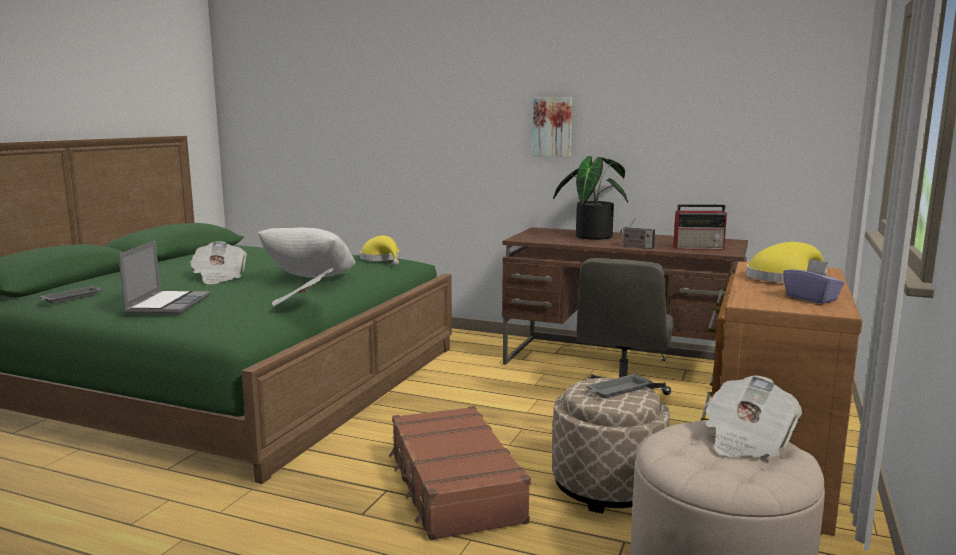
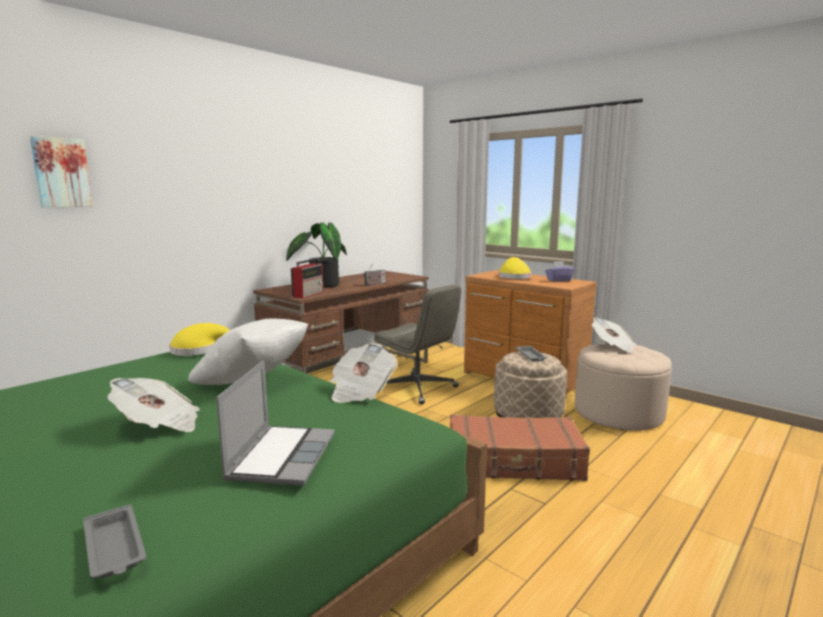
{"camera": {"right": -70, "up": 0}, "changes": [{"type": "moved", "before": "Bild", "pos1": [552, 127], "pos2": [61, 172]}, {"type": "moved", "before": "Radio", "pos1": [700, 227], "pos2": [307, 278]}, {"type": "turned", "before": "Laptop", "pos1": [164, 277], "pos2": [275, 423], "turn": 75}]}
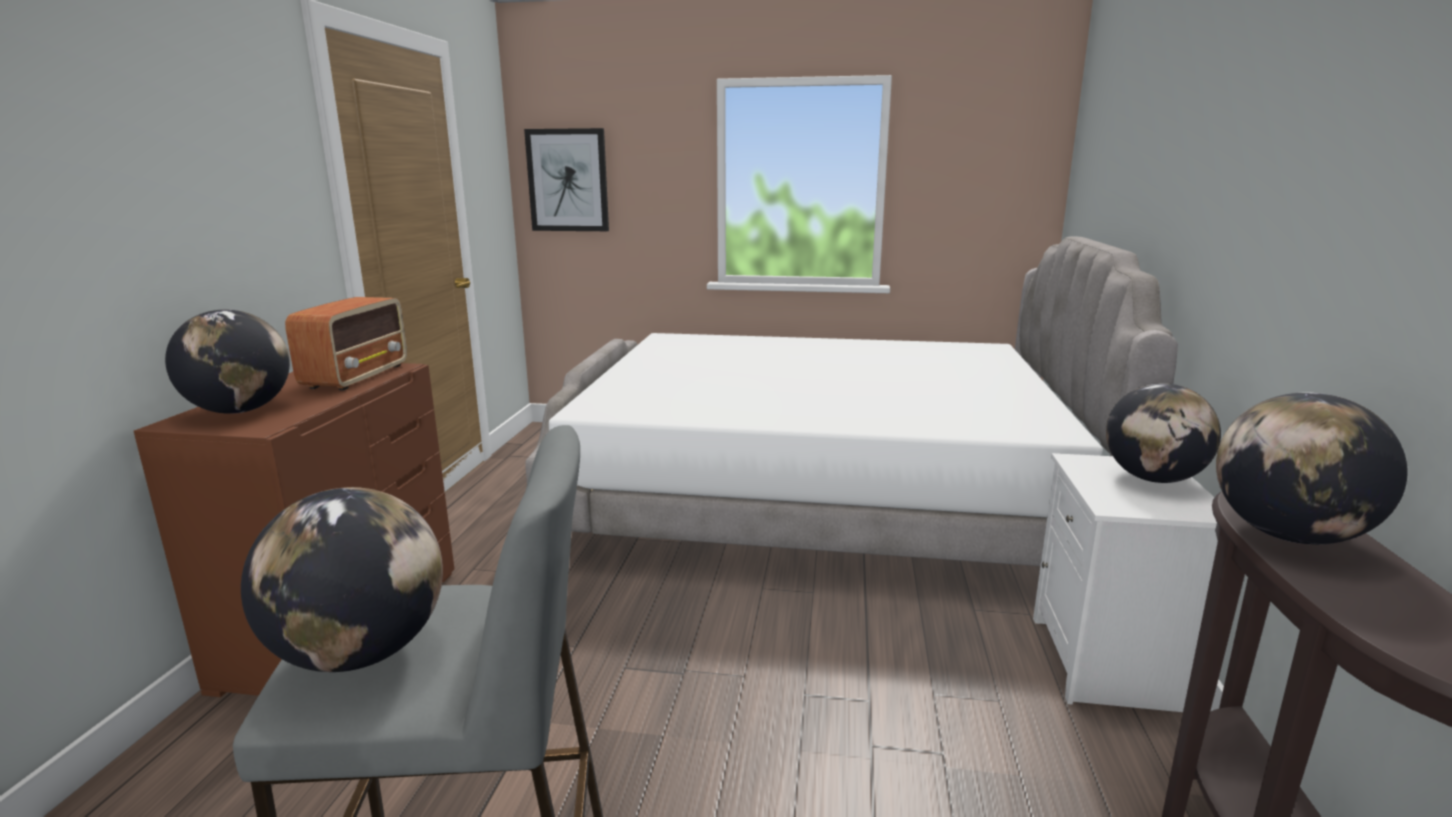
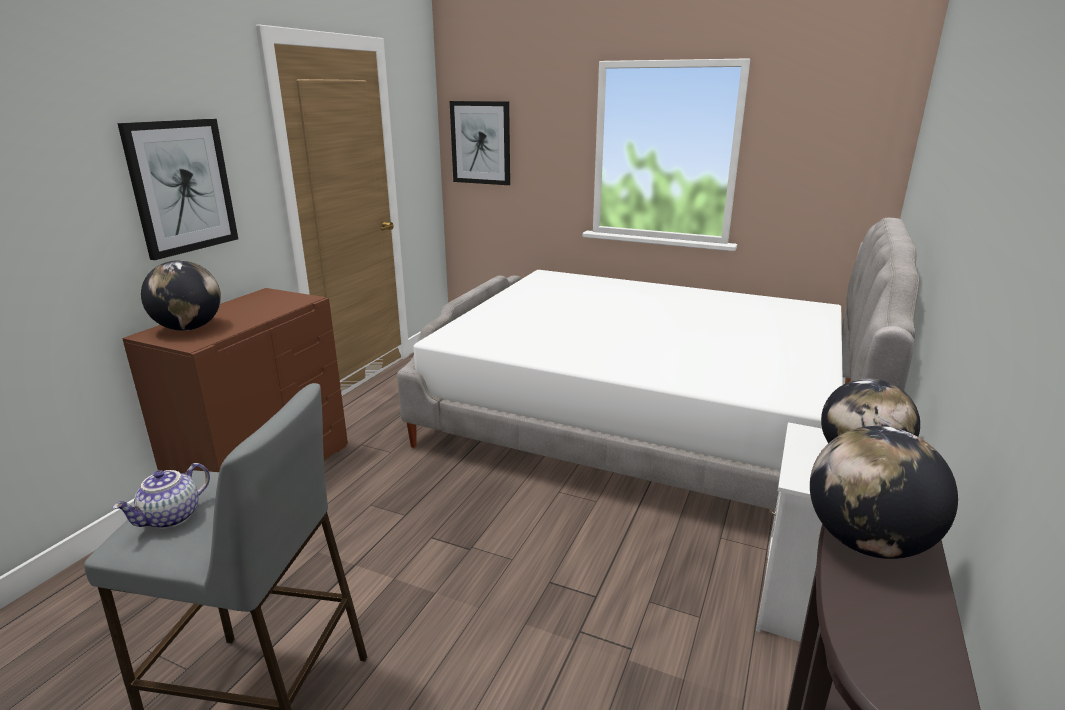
{"camera": {"right": 15, "up": 5}, "changes": [{"type": "removed", "before": "Radio", "pos1": [346, 344]}, {"type": "replaced", "before": "Globus", "after": "Teekanne", "pos1": [342, 579], "pos2": [161, 496]}, {"type": "added", "after": "Bild", "pos2": [177, 189]}]}
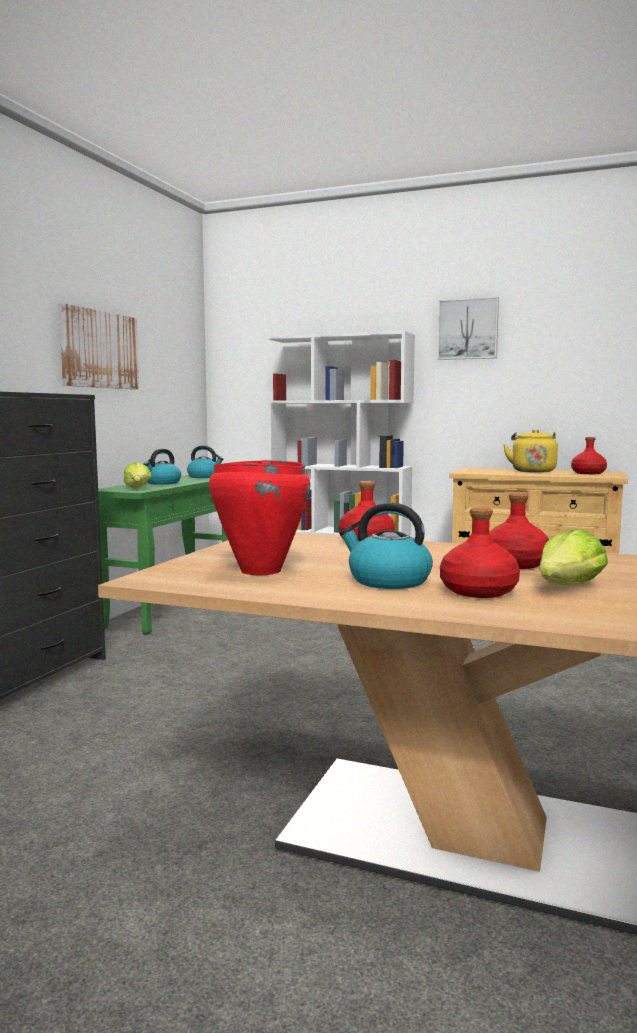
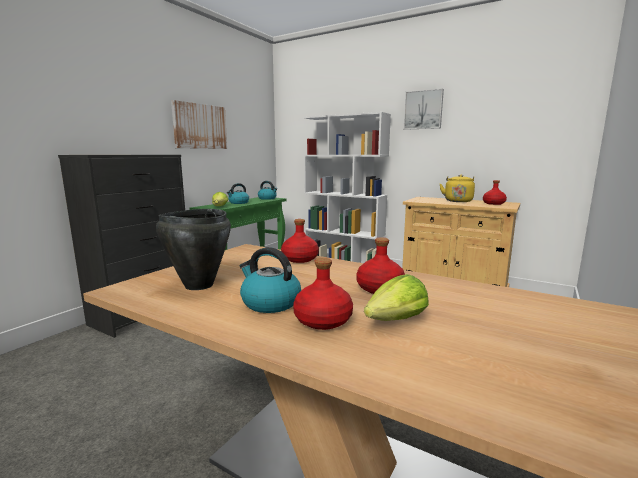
{"camera": {"right": 10, "up": 5}, "changes": [{"type": "recoloured", "before": "Kochtopf (rot)", "after": "Kochtopf (schwarz)", "pos1": [260, 518], "pos2": [193, 249]}]}
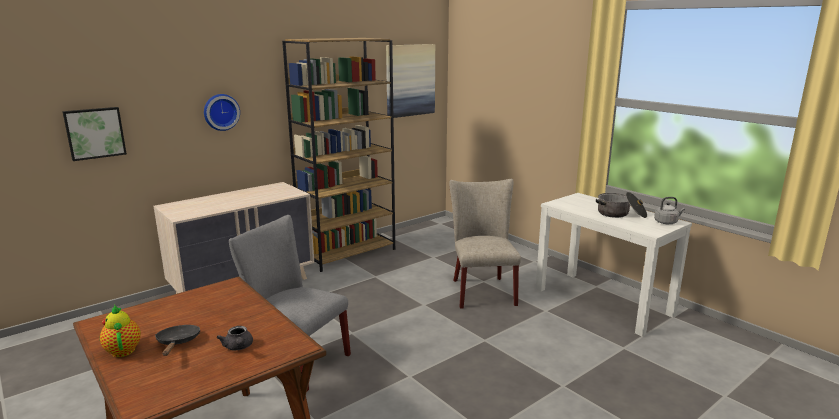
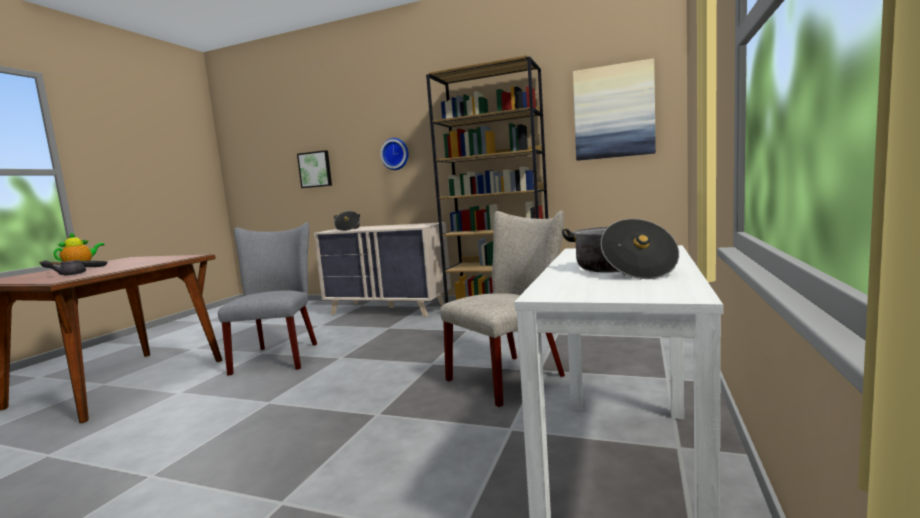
{"camera": {"right": 60, "up": -10}, "changes": [{"type": "removed", "before": "Wasserkessel (grau)", "pos1": [669, 210]}, {"type": "added", "after": "Kochtopf", "pos2": [346, 221]}]}
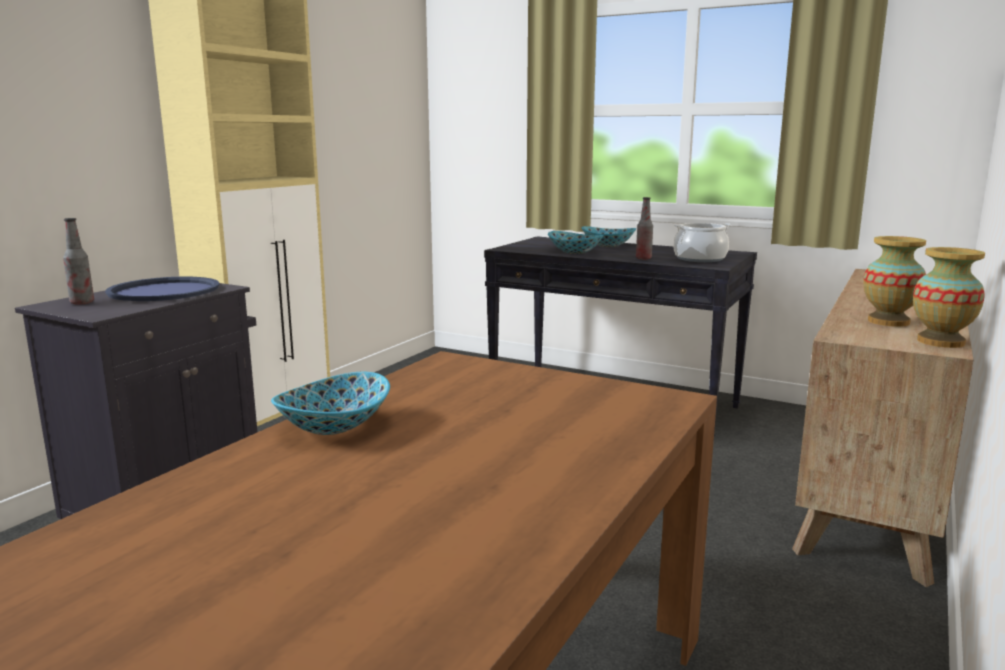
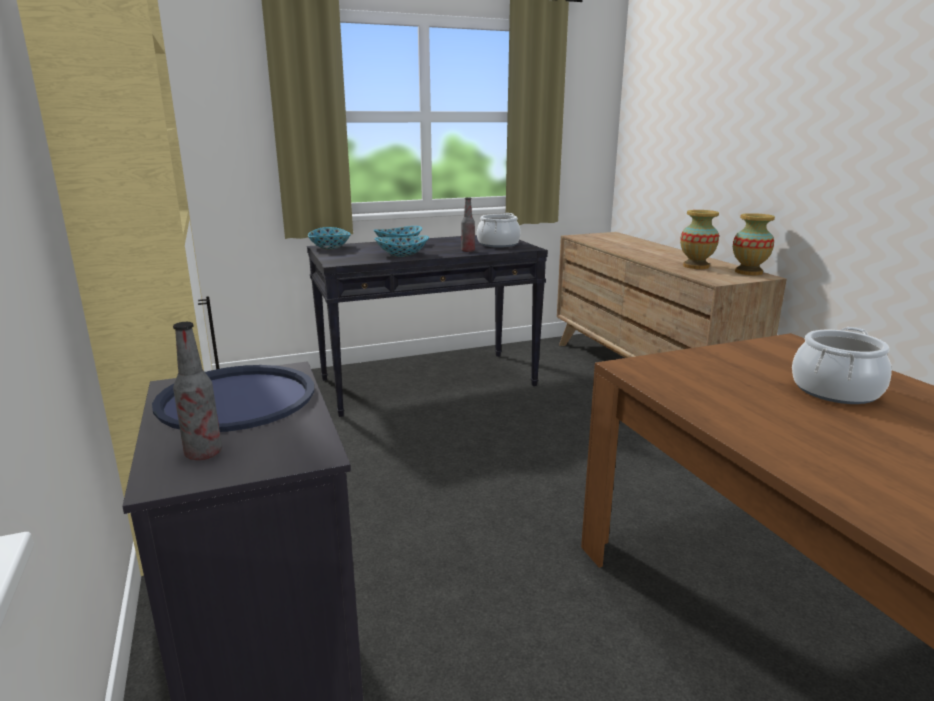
{"camera": {"right": -50, "up": 5}, "changes": [{"type": "moved", "before": "Schüssel", "pos1": [330, 403], "pos2": [329, 238]}, {"type": "added", "after": "Kochtopf", "pos2": [842, 365]}]}
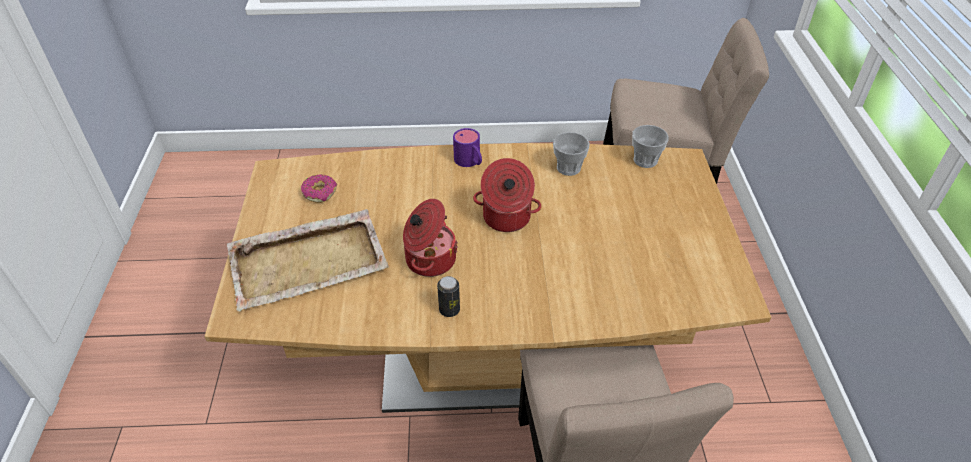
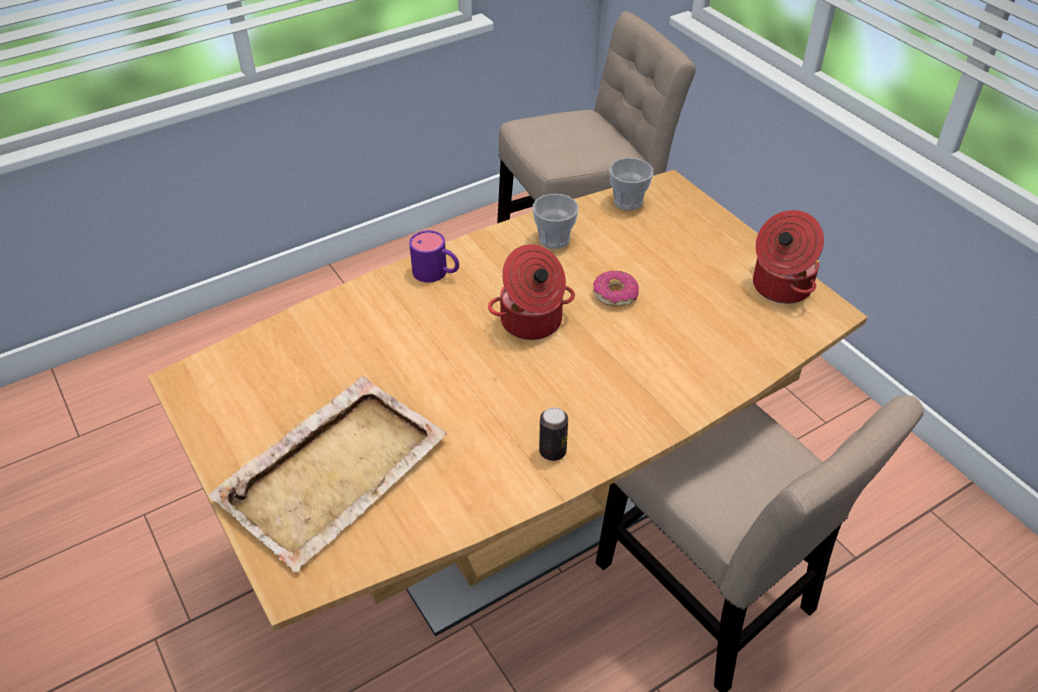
{"camera": {"right": -30, "up": 0}, "changes": [{"type": "moved", "before": "Donut", "pos1": [319, 188], "pos2": [616, 288]}, {"type": "moved", "before": "Kochtopf", "pos1": [430, 238], "pos2": [788, 257]}]}
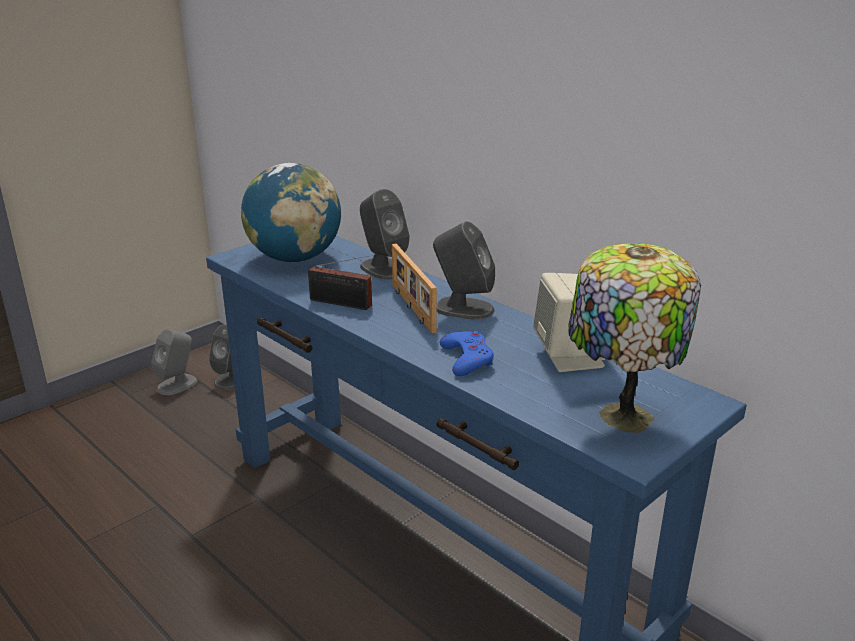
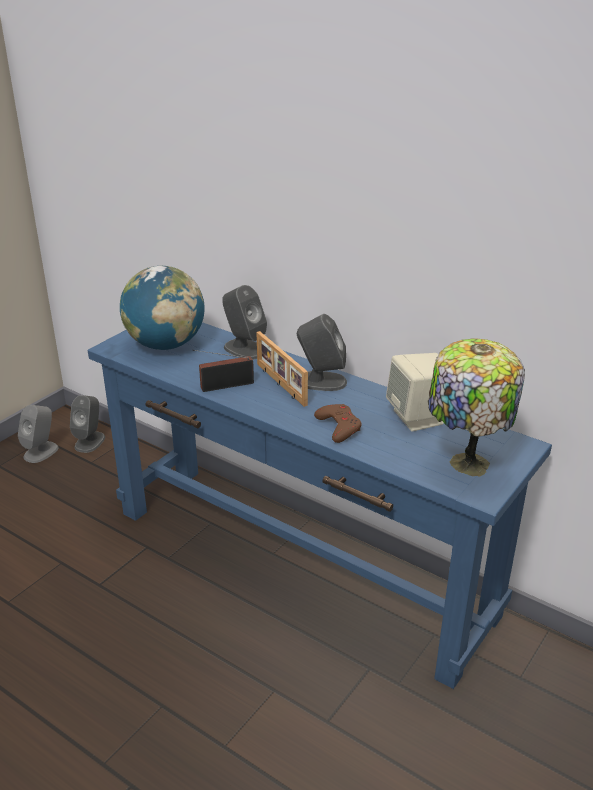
{"camera": {"right": -10, "up": 5}, "changes": [{"type": "turned", "before": "Radio", "pos1": [342, 282], "pos2": [223, 371], "turn": 150}, {"type": "recoloured", "before": "Gamepad (blau)", "after": "Gamepad (braun)", "pos1": [466, 353], "pos2": [338, 423]}]}
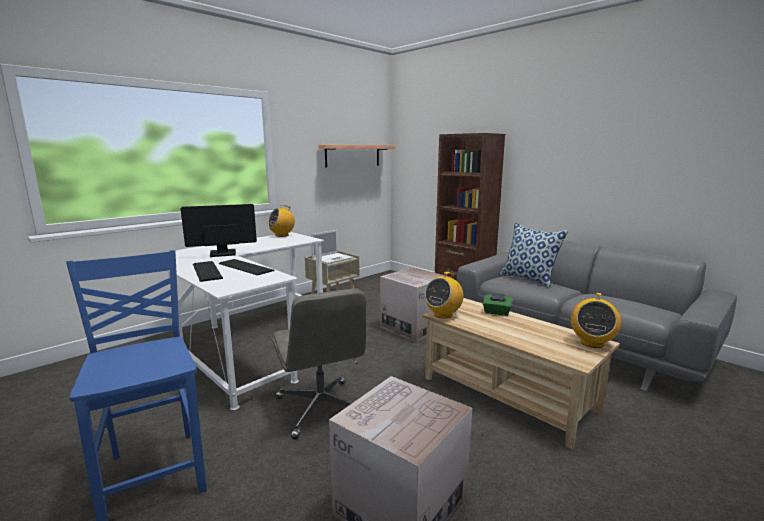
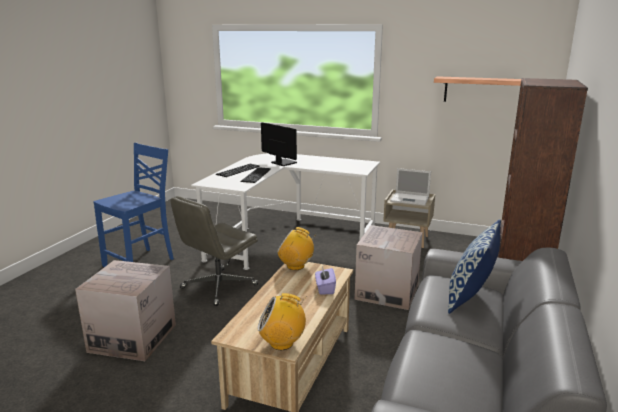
{"camera": {"right": 65, "up": 5}, "changes": [{"type": "removed", "before": "Radio", "pos1": [281, 221]}, {"type": "recoloured", "before": "Taschentuchbox (grün)", "after": "Taschentuchbox (lila)", "pos1": [498, 304], "pos2": [325, 280]}]}
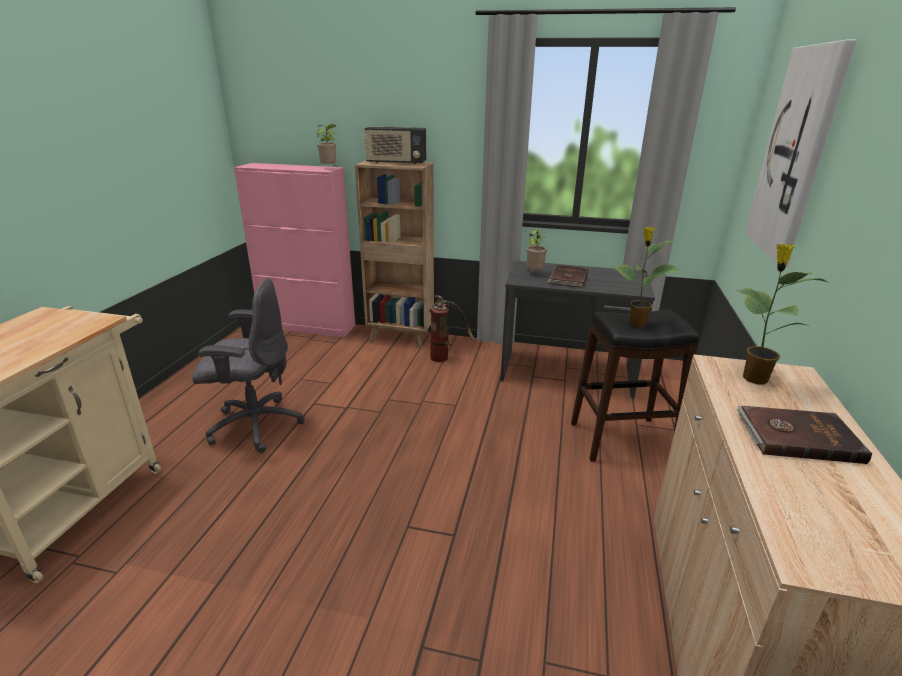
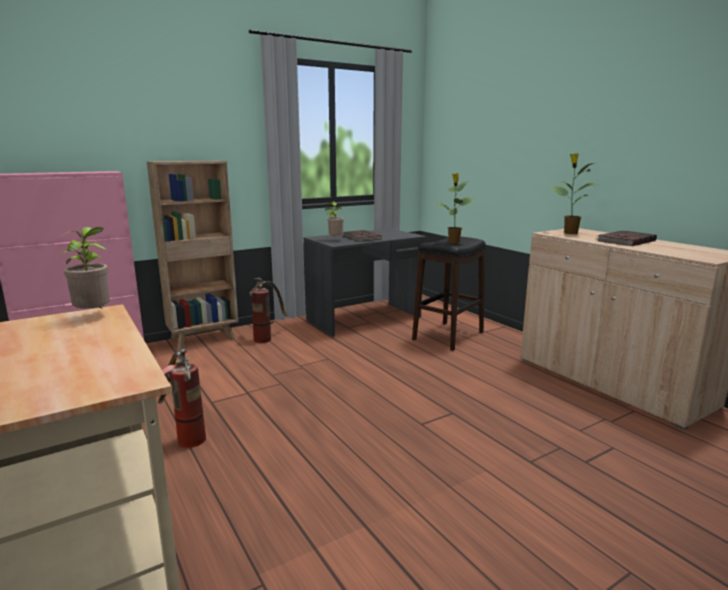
{"camera": {"right": -45, "up": -10}, "changes": [{"type": "removed", "before": "Bild", "pos1": [801, 153]}, {"type": "moved", "before": "Topfpflanze", "pos1": [327, 145], "pos2": [84, 268]}, {"type": "removed", "before": "Radio", "pos1": [395, 146]}, {"type": "replaced", "before": "Bürostuhl (grau)", "after": "Feuerlöscher", "pos1": [248, 365], "pos2": [182, 398]}]}
